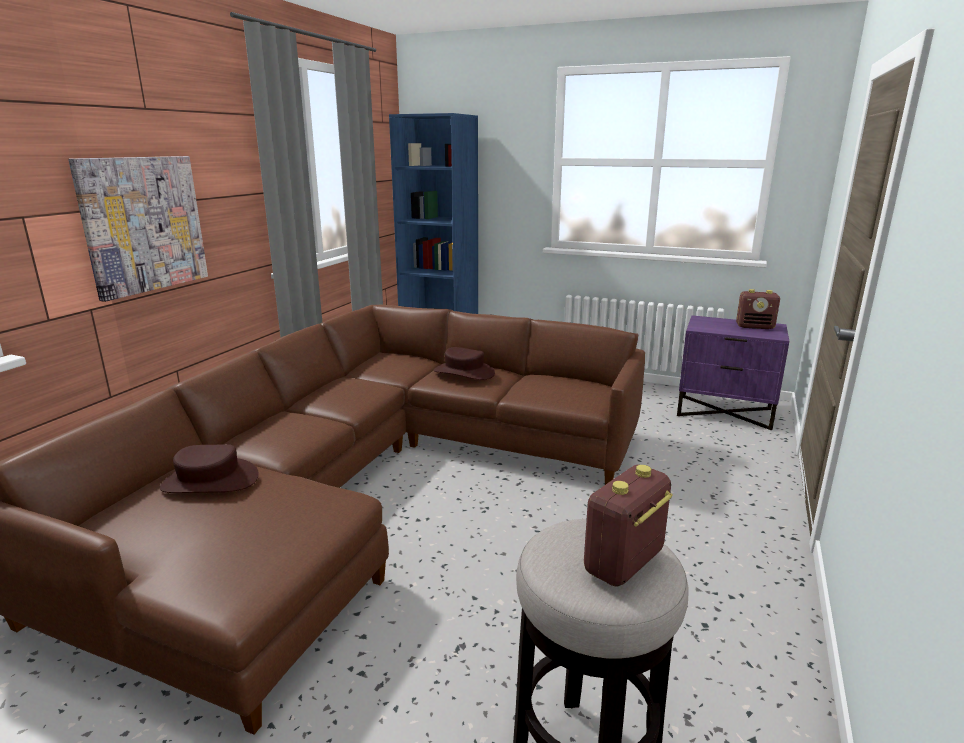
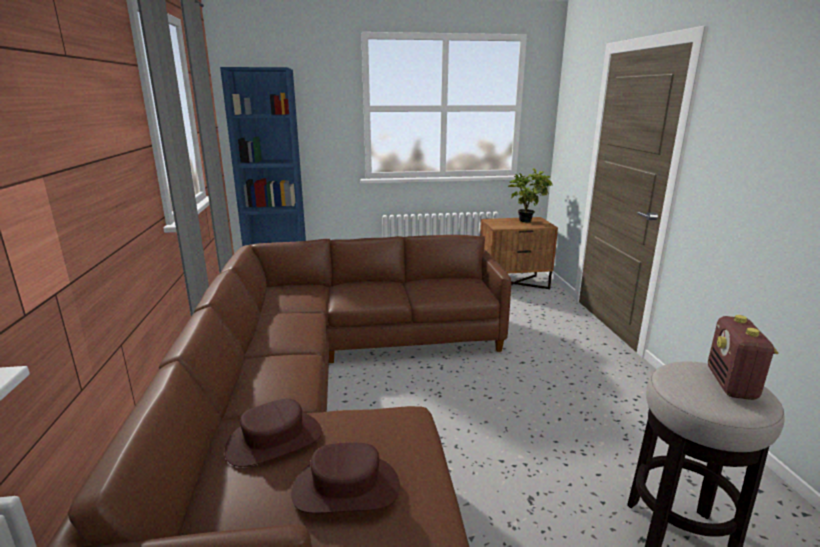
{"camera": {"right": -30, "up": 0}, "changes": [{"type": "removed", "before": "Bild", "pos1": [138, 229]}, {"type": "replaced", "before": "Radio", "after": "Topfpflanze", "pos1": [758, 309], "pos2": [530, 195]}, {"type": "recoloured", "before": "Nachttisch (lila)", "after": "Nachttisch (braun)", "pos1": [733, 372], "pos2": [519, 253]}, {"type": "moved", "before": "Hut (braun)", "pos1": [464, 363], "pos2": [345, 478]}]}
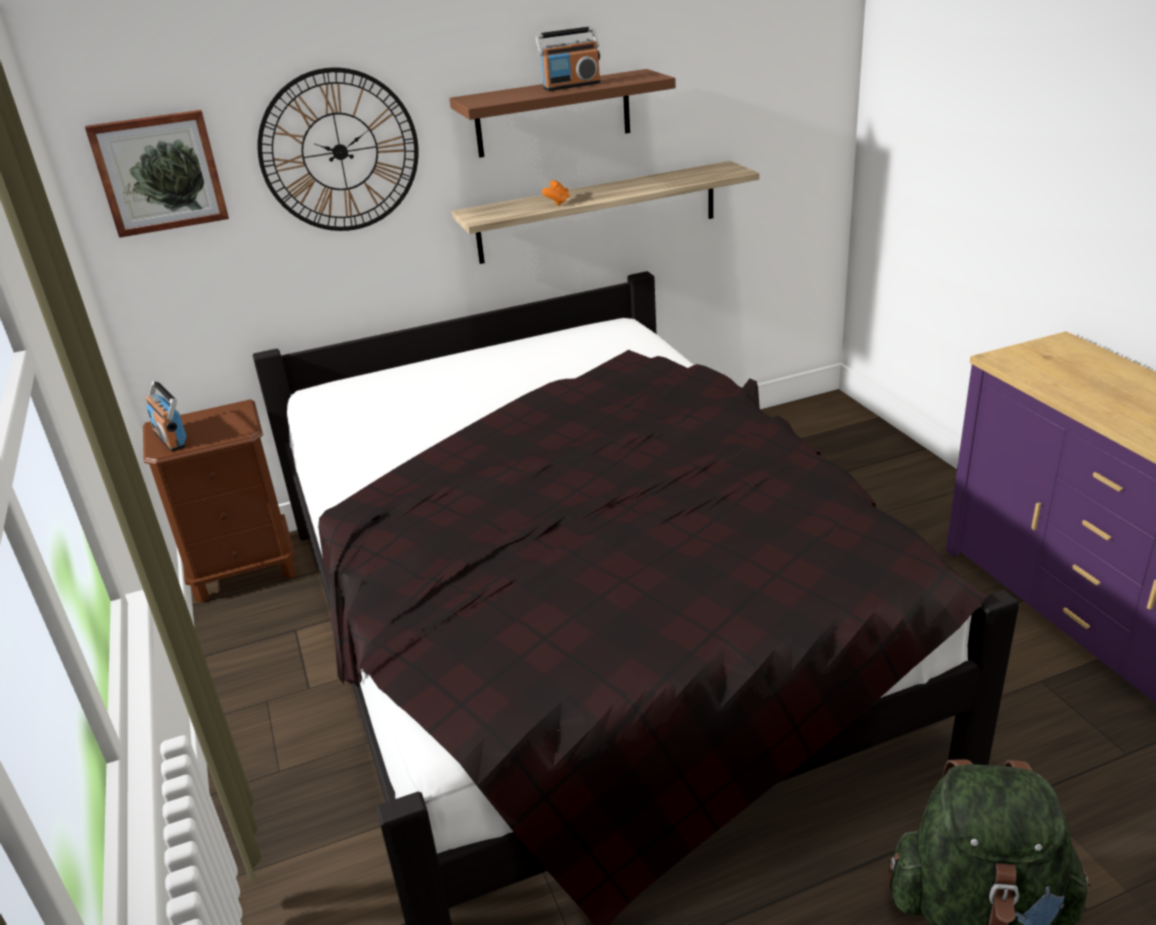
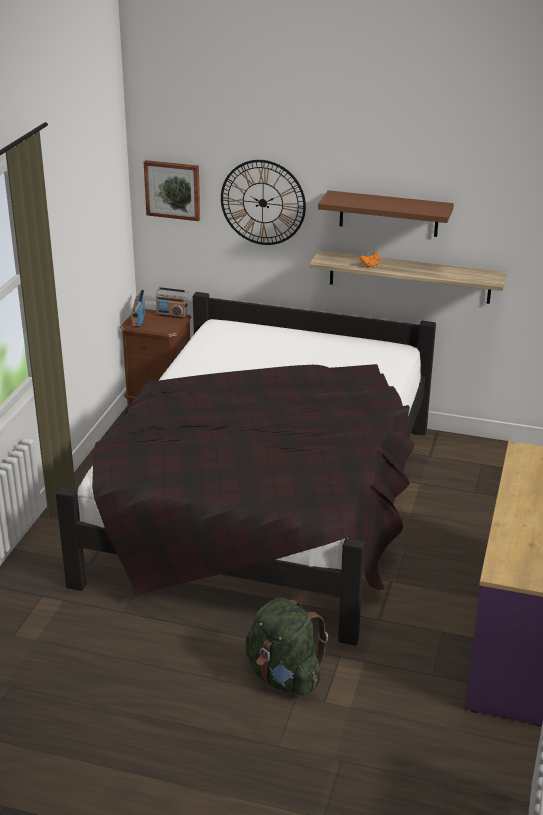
{"camera": {"right": 35, "up": 0}, "changes": [{"type": "moved", "before": "Radio", "pos1": [568, 58], "pos2": [171, 303]}]}
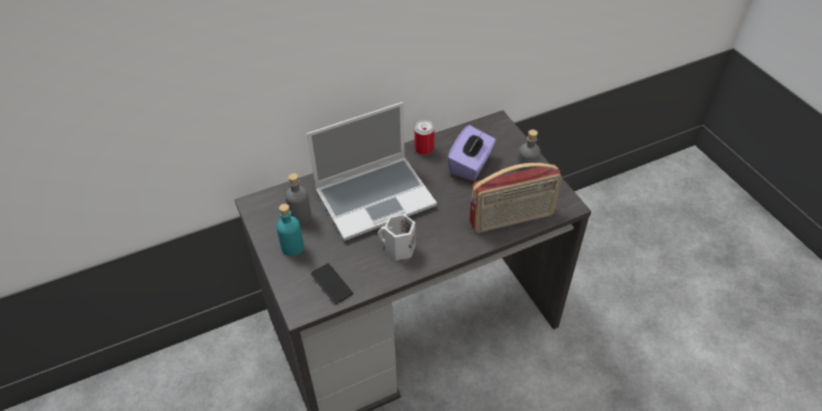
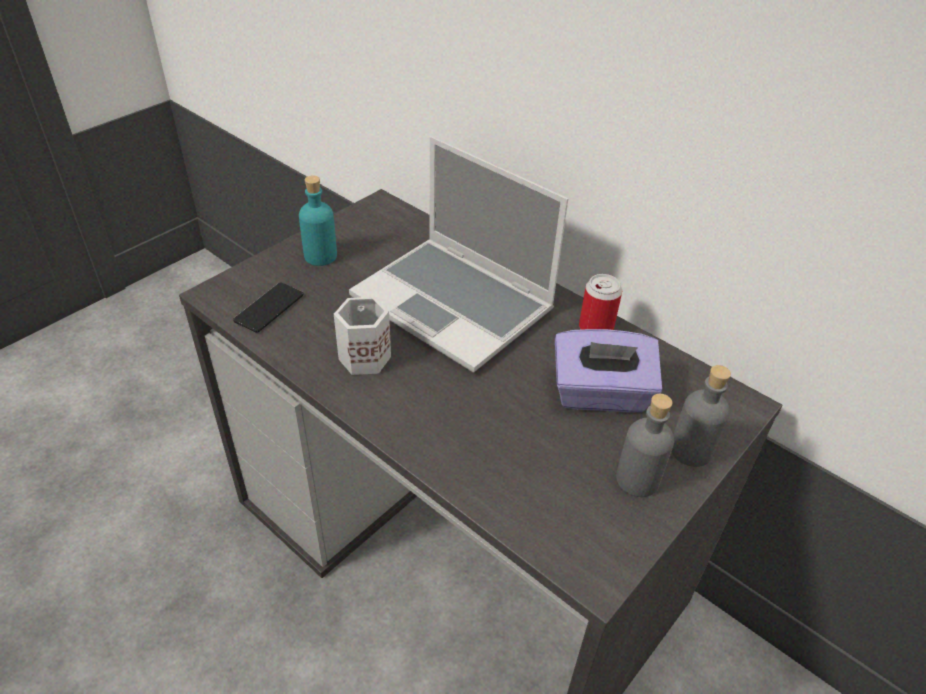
{"camera": {"right": 65, "up": -5}, "changes": [{"type": "removed", "before": "Radio", "pos1": [515, 198]}, {"type": "moved", "before": "Flasche (grau)", "pos1": [298, 199], "pos2": [701, 416]}]}
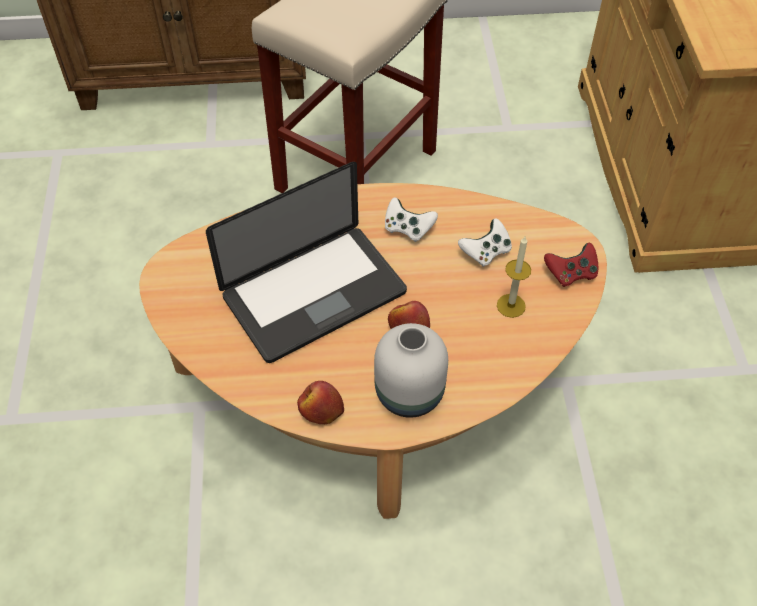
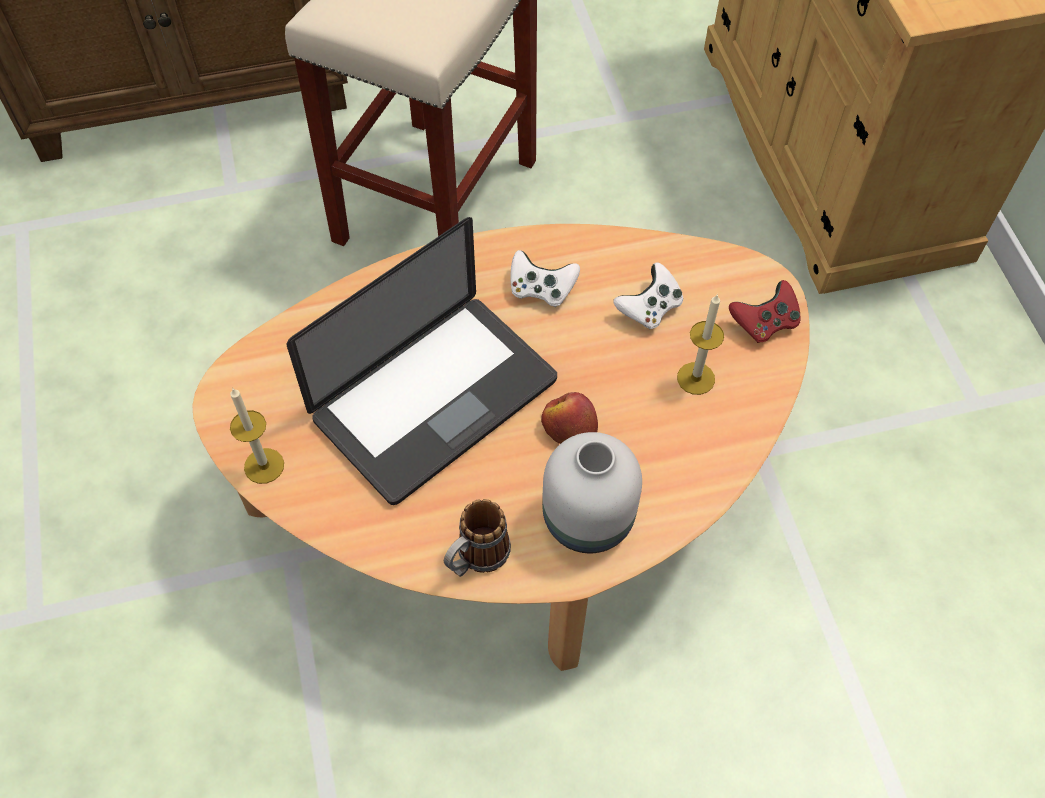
{"camera": {"right": -10, "up": 5}, "changes": [{"type": "replaced", "before": "Apfel", "after": "Henkelbecher", "pos1": [320, 402], "pos2": [477, 538]}, {"type": "added", "after": "Kerze", "pos2": [257, 436]}]}
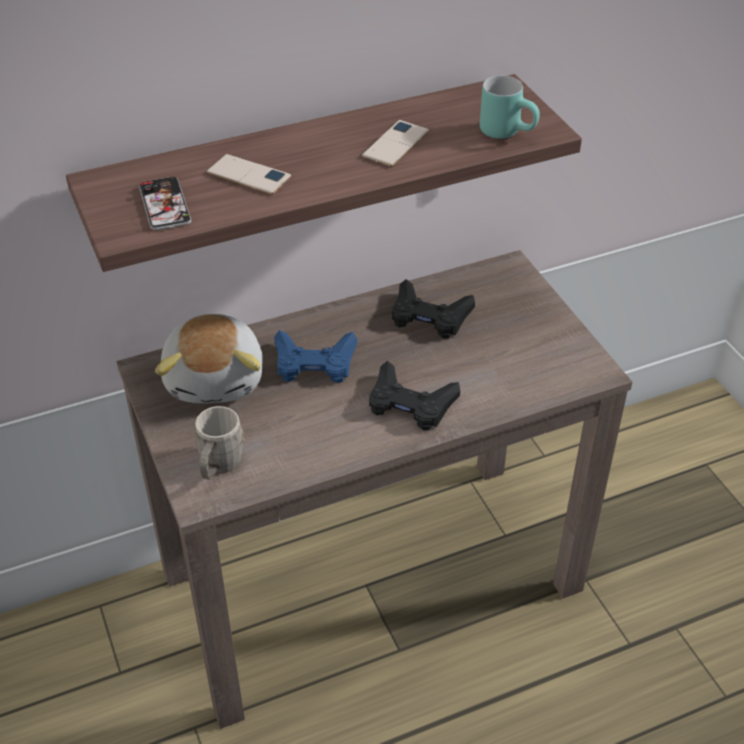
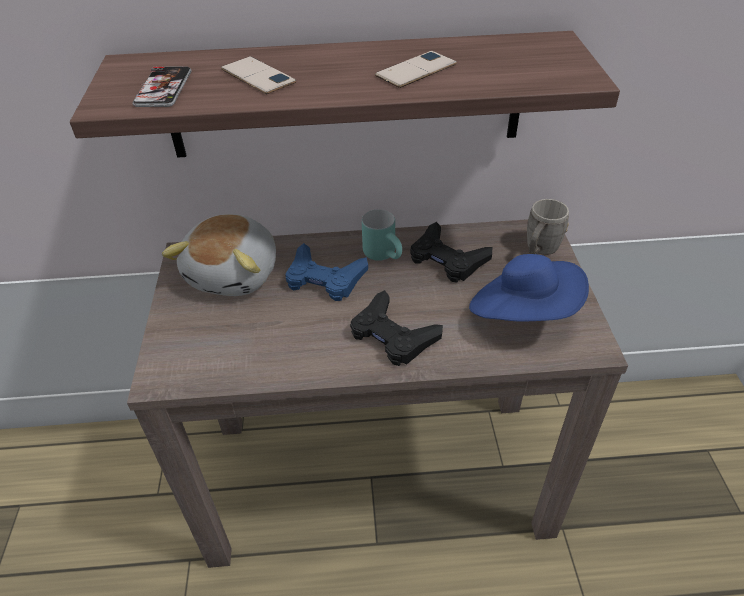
{"camera": {"right": 20, "up": 0}, "changes": [{"type": "moved", "before": "Henkelbecher (türkis)", "pos1": [510, 107], "pos2": [382, 235]}, {"type": "moved", "before": "Henkelbecher (grau)", "pos1": [220, 443], "pos2": [548, 227]}, {"type": "added", "after": "Hut (blau)", "pos2": [529, 288]}]}
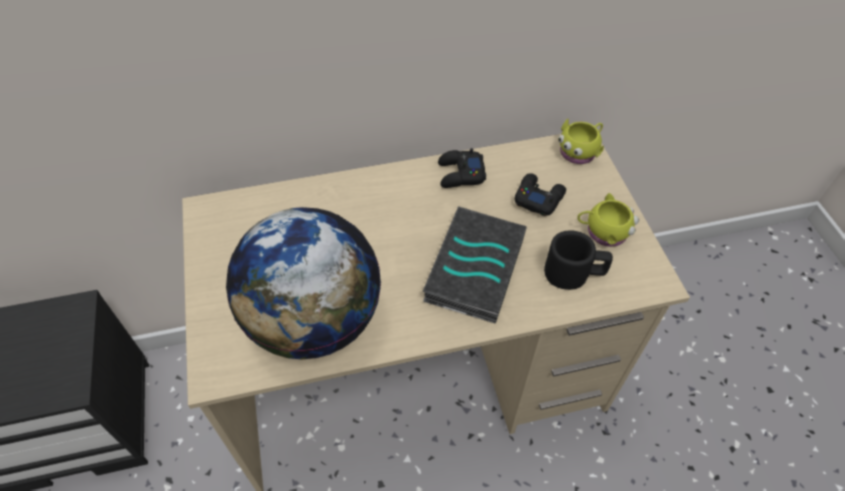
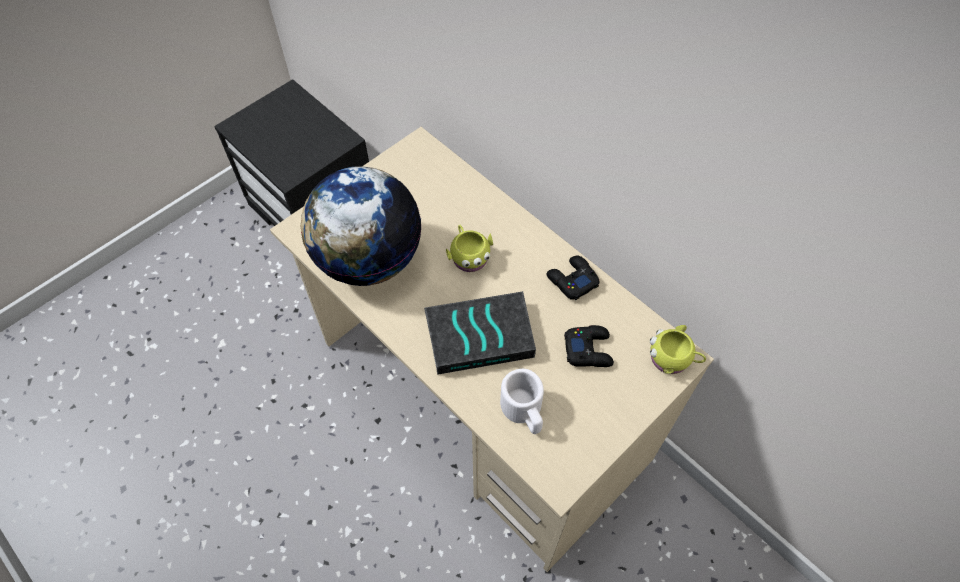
{"camera": {"right": 60, "up": 5}, "changes": [{"type": "moved", "before": "Henkelbecher (gelb)", "pos1": [608, 220], "pos2": [469, 248]}, {"type": "recoloured", "before": "Henkelbecher (schwarz)", "after": "Henkelbecher (weiß)", "pos1": [578, 260], "pos2": [522, 401]}]}
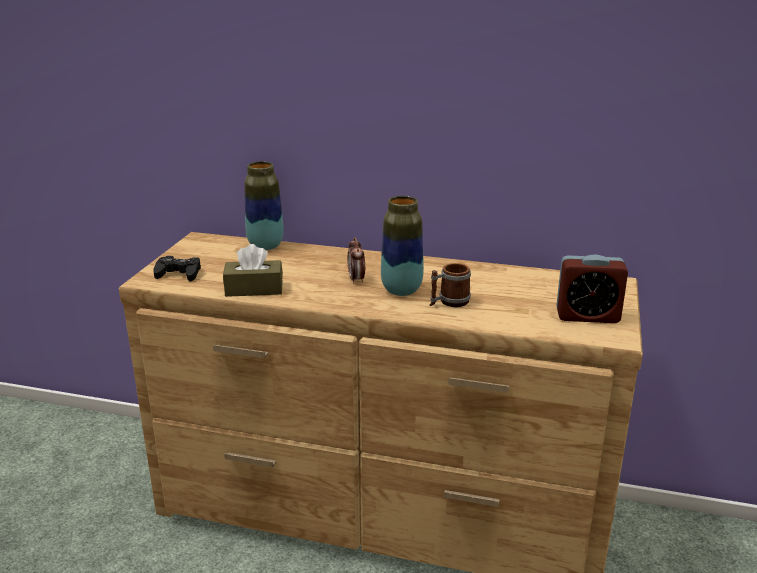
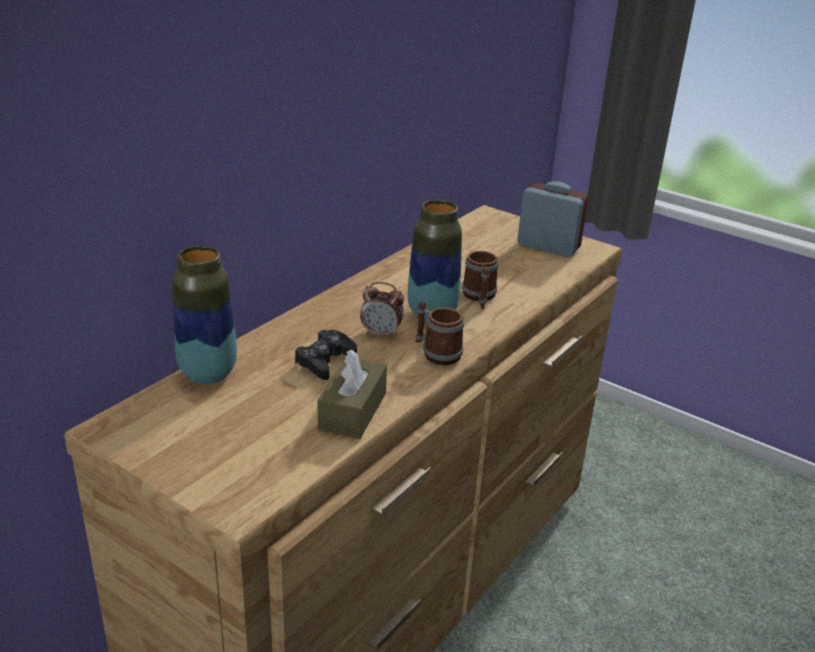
{"camera": {"right": -70, "up": 5}, "changes": [{"type": "turned", "before": "Wecker", "pos1": [592, 288], "pos2": [553, 219], "turn": -90}, {"type": "moved", "before": "Gamepad (schwarz)", "pos1": [177, 268], "pos2": [326, 355]}, {"type": "added", "after": "Henkelbecher", "pos2": [440, 333]}]}
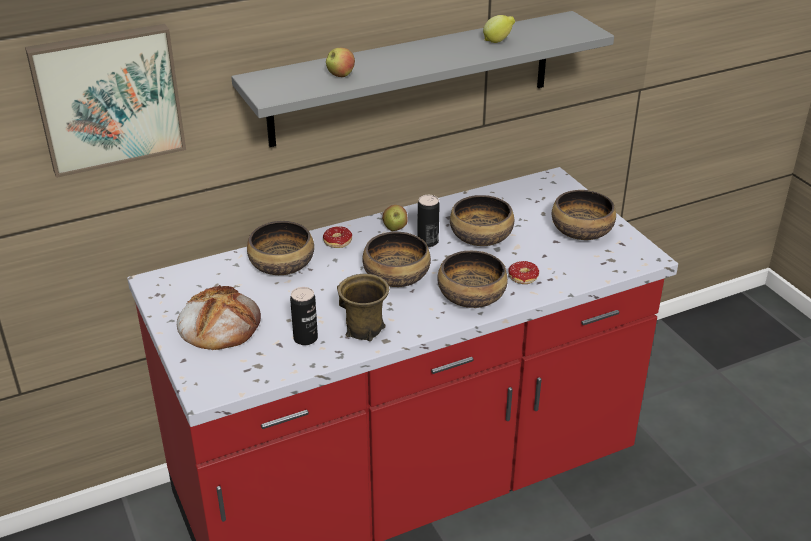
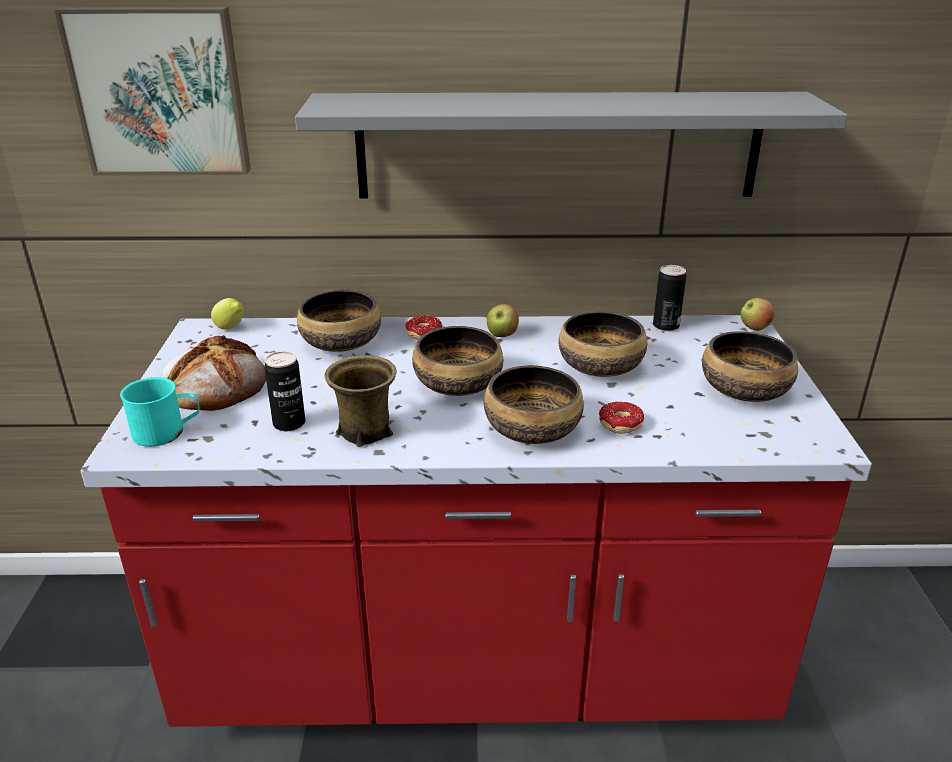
{"camera": {"right": 25, "up": -5}, "changes": [{"type": "moved", "before": "Zitrone", "pos1": [499, 29], "pos2": [227, 314]}, {"type": "moved", "before": "Apfel", "pos1": [340, 62], "pos2": [758, 314]}, {"type": "moved", "before": "Dose", "pos1": [428, 221], "pos2": [669, 298]}, {"type": "added", "after": "Henkelbecher (türkis)", "pos2": [160, 412]}]}
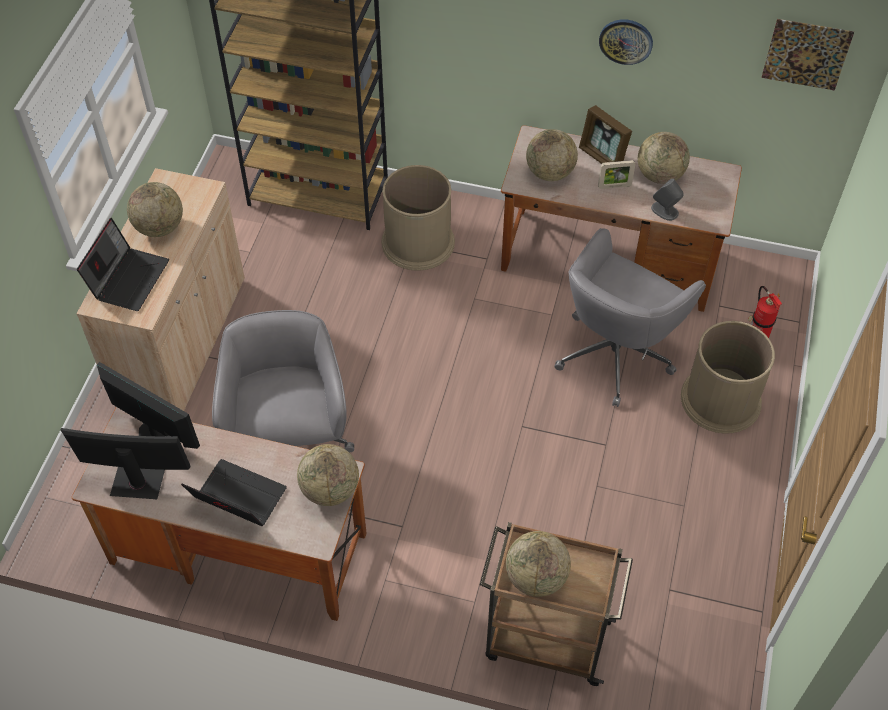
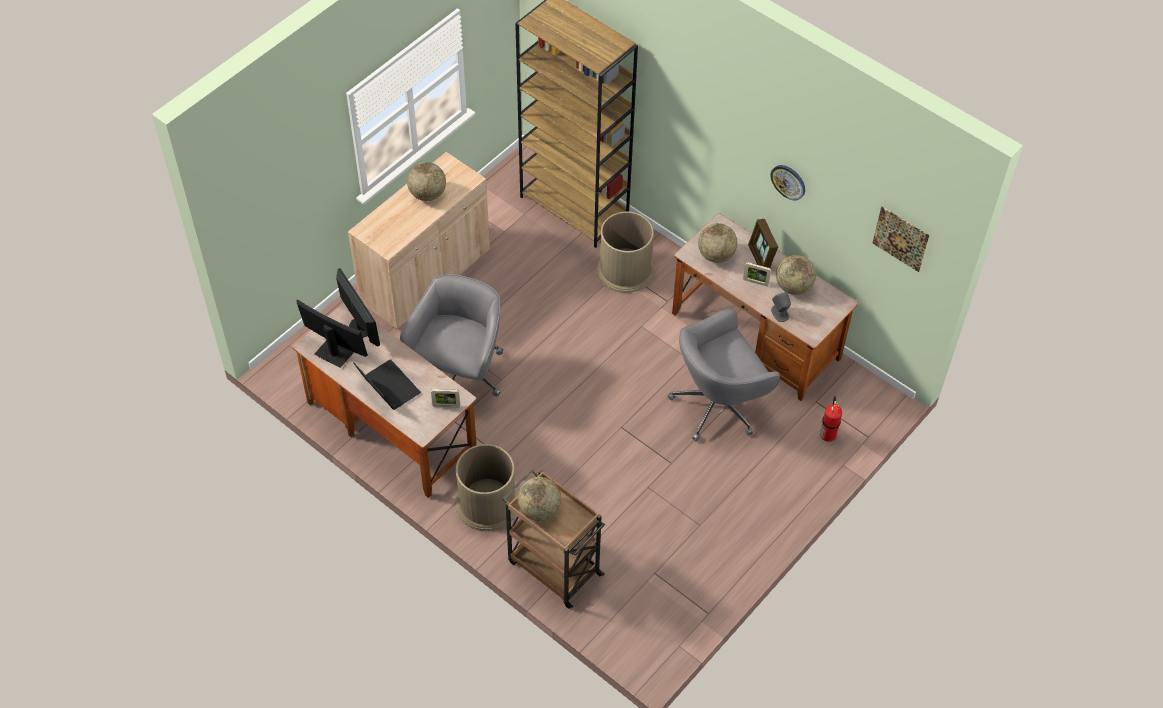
{"camera": {"right": 25, "up": 0}, "changes": [{"type": "removed", "before": "Laptop", "pos1": [123, 264]}, {"type": "moved", "before": "Mülleimer (braun)", "pos1": [728, 377], "pos2": [486, 487]}, {"type": "replaced", "before": "Globus", "after": "Bilderrahmen", "pos1": [328, 475], "pos2": [445, 398]}]}
